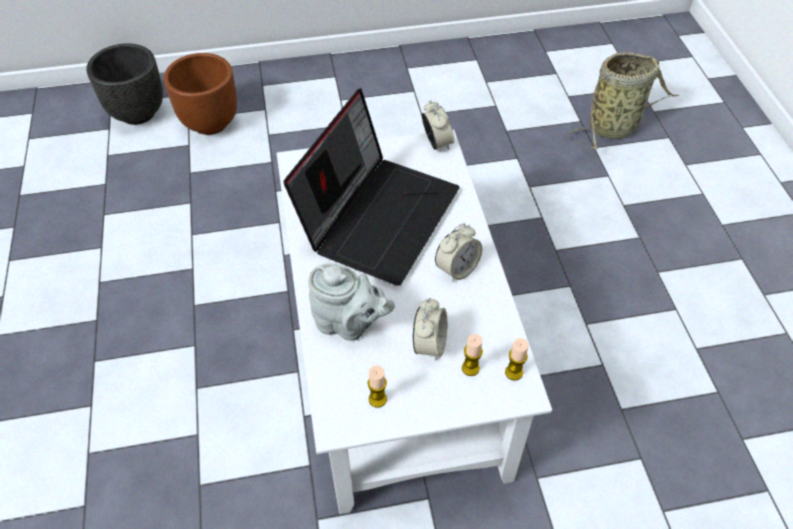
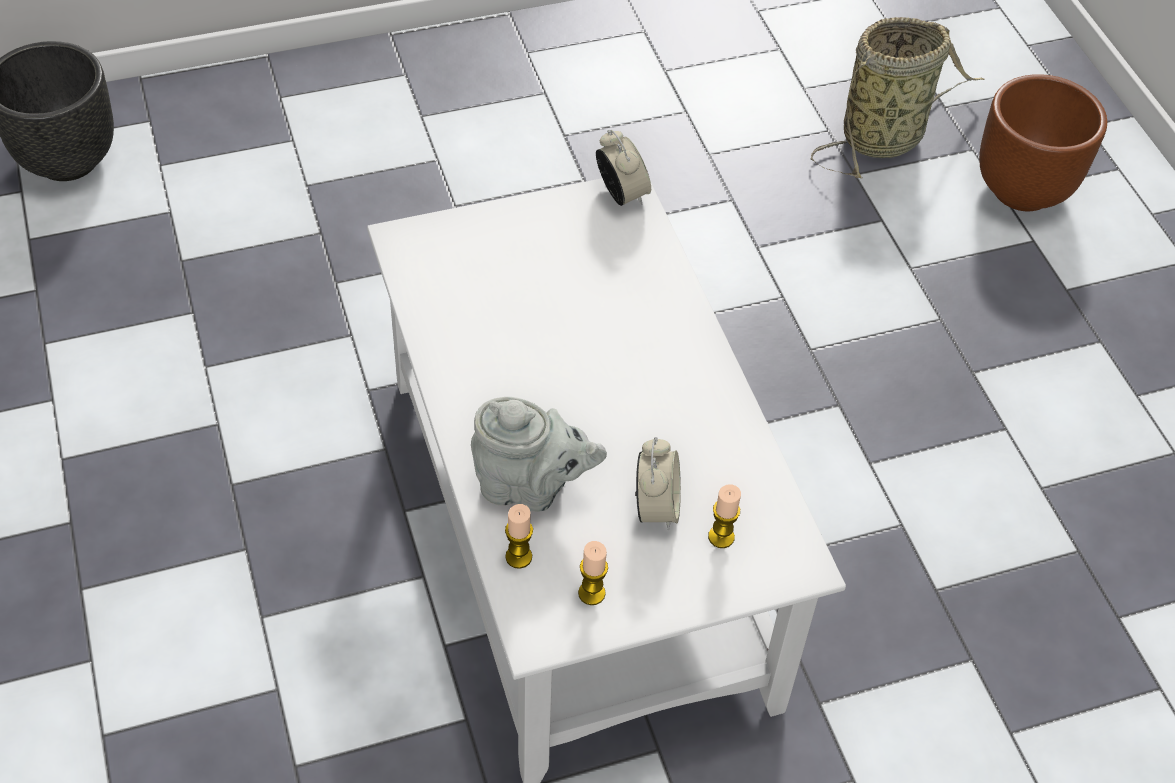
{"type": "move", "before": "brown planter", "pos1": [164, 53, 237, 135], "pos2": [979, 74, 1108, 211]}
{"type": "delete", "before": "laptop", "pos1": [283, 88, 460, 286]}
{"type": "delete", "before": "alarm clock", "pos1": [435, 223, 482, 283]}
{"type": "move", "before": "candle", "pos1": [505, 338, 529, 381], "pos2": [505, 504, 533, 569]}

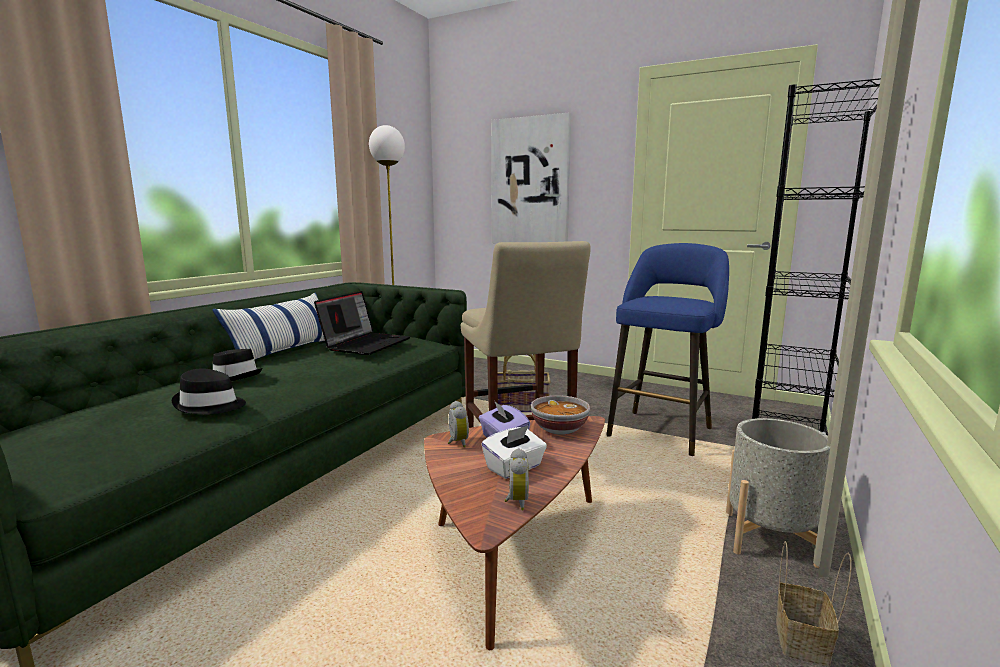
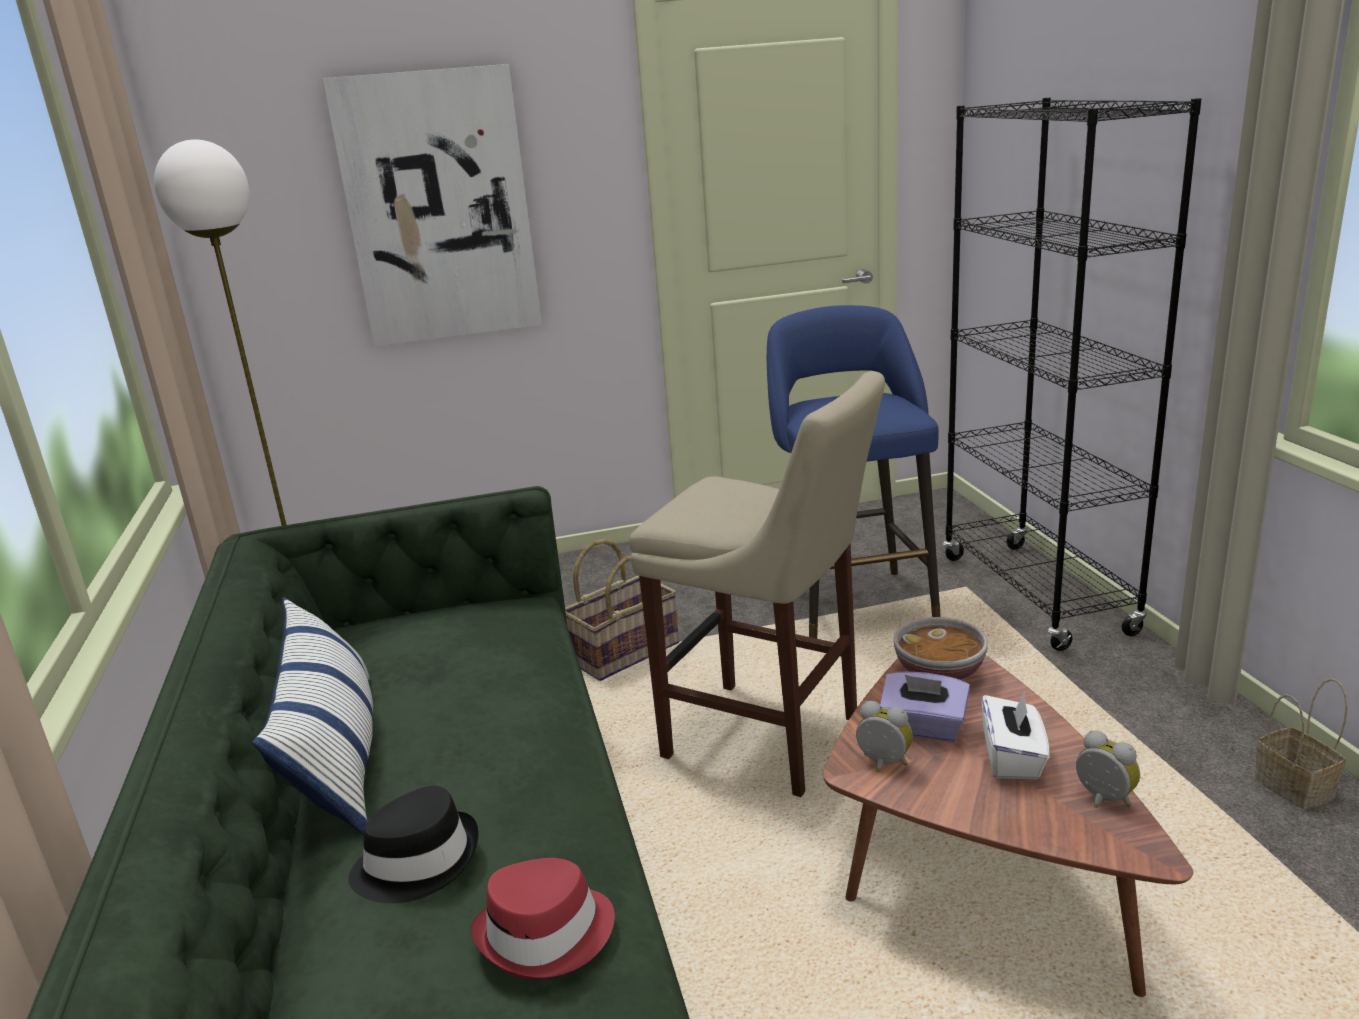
{"type": "recolor", "before": "black hat", "after": "red hat", "pos1": [172, 368, 246, 415], "pos2": [471, 858, 615, 979]}
{"type": "delete", "before": "laptop", "pos1": [314, 291, 410, 355]}
{"type": "delete", "before": "grey planter", "pos1": [726, 418, 830, 568]}

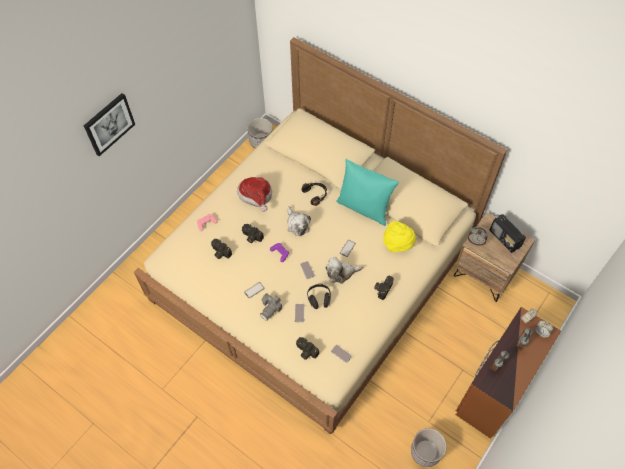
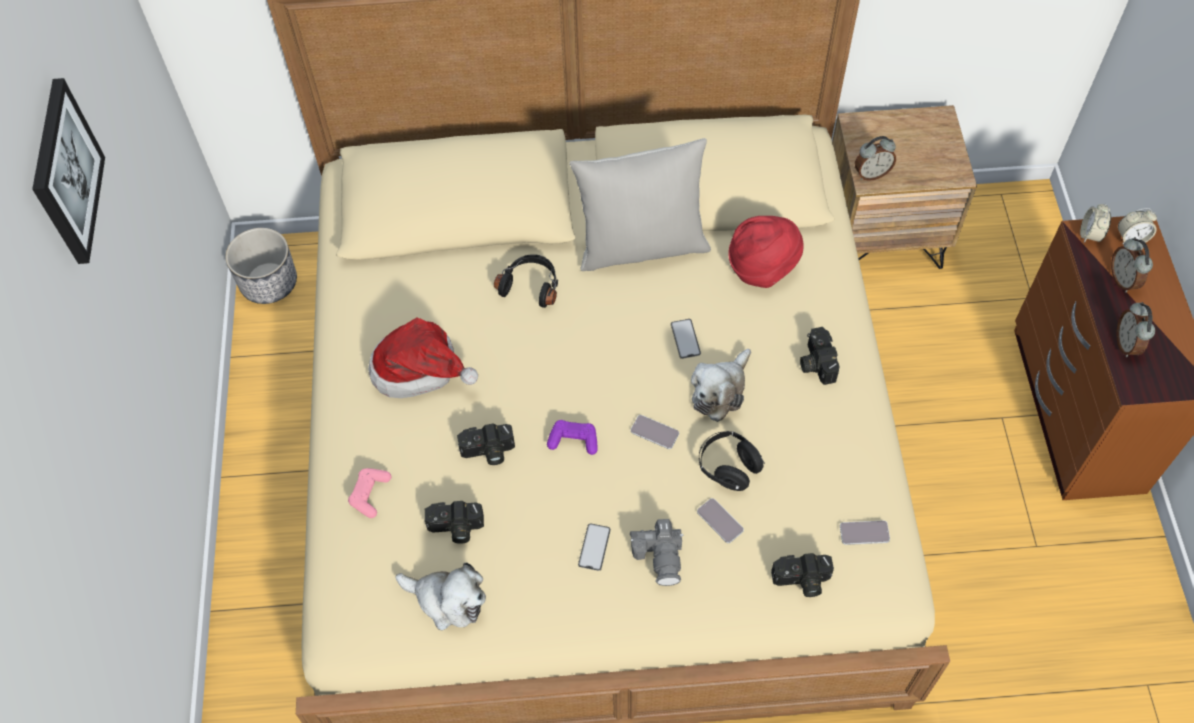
{"type": "move", "before": "picture", "pos1": [84, 93, 135, 156], "pos2": [32, 78, 105, 264]}
{"type": "move", "before": "plush toy", "pos1": [287, 206, 311, 236], "pos2": [395, 563, 486, 630]}
{"type": "recolor", "before": "turquoise pillow", "after": "grey pillow", "pos1": [336, 159, 399, 226], "pos2": [570, 138, 711, 271]}
{"type": "recolor", "before": "yellow hat", "after": "red hat", "pos1": [383, 221, 416, 252], "pos2": [728, 216, 804, 288]}
{"type": "delete", "before": "planter", "pos1": [411, 428, 447, 467]}
{"type": "delete", "before": "radio", "pos1": [490, 214, 526, 253]}

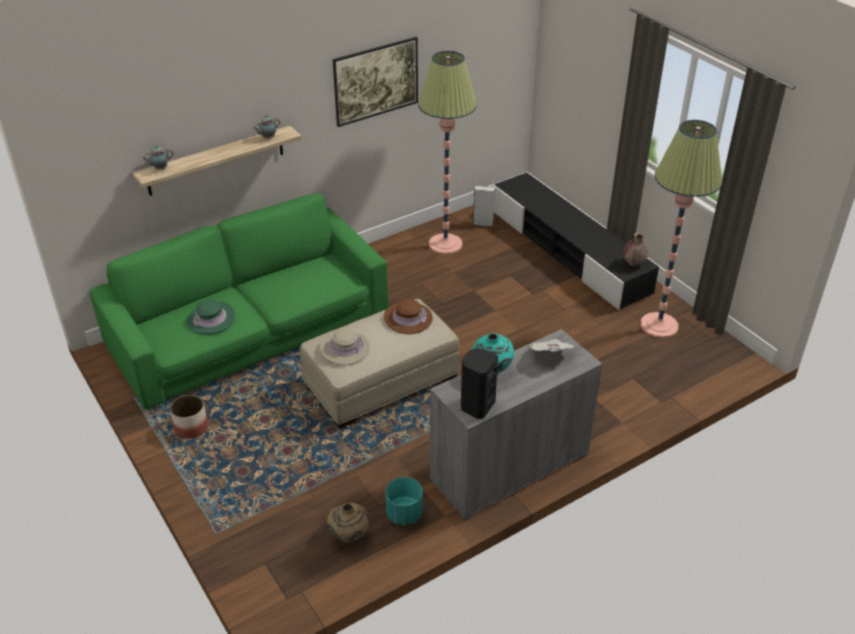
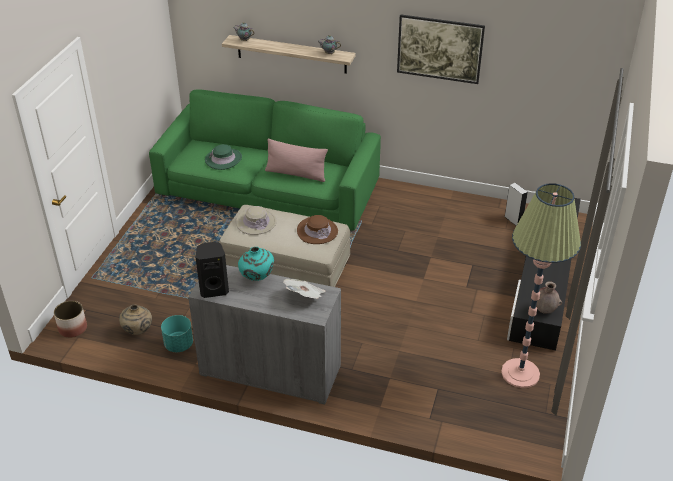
{"type": "move", "before": "planter", "pos1": [170, 395, 208, 438], "pos2": [54, 301, 87, 338]}
{"type": "delete", "before": "floor lamp", "pos1": [418, 51, 477, 254]}
{"type": "insert", "after": "pink pillow", "pos2": [265, 139, 328, 182]}

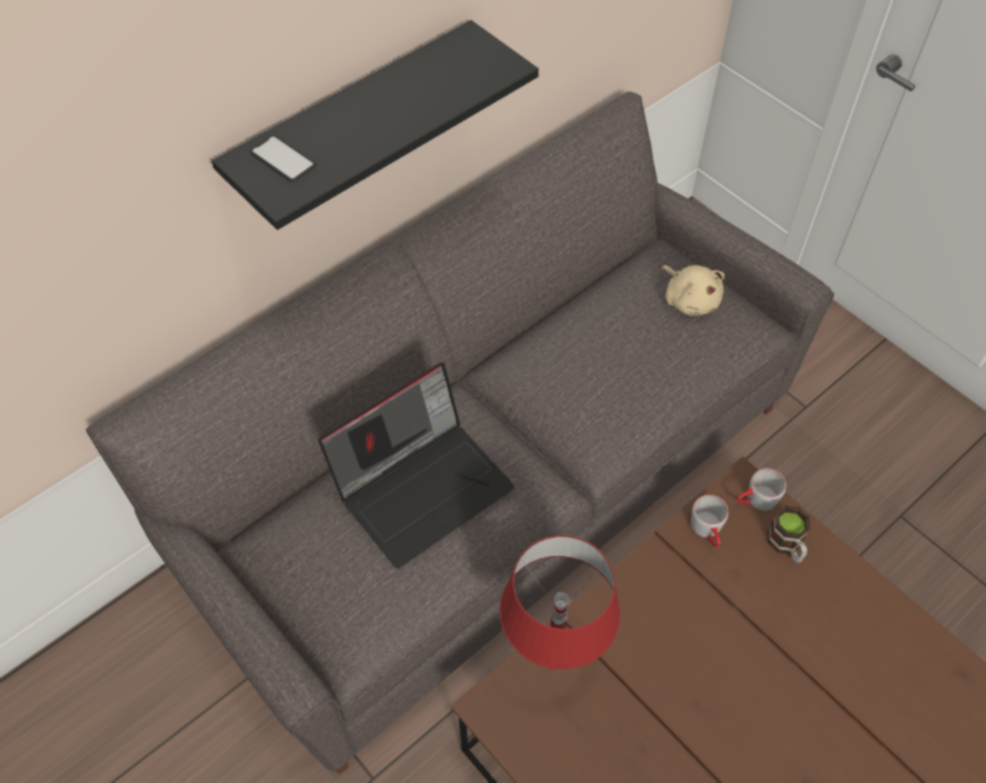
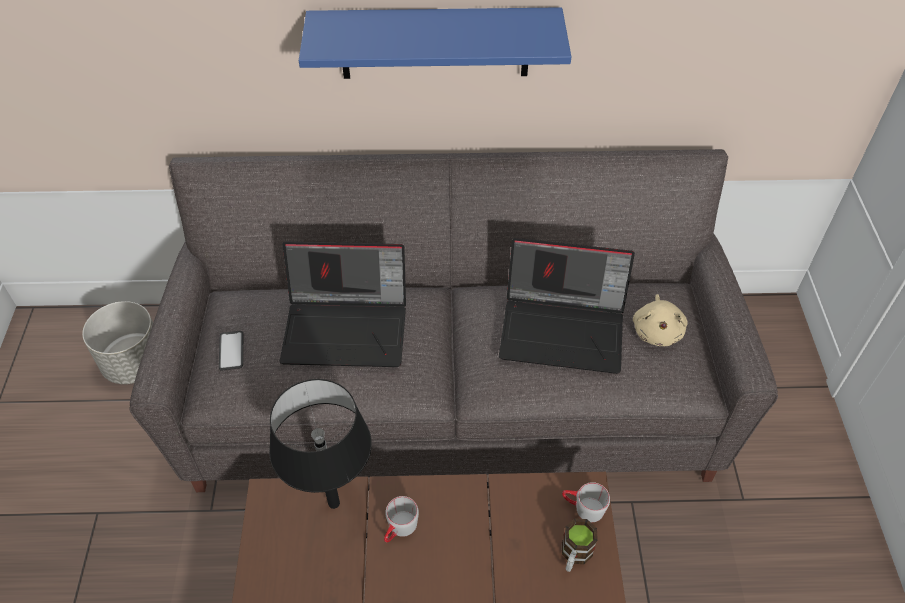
{"type": "recolor", "before": "black shelf", "after": "blue shelf", "pos1": [212, 20, 539, 230], "pos2": [299, 7, 571, 79]}
{"type": "move", "before": "phone", "pos1": [250, 135, 316, 182], "pos2": [219, 331, 243, 371]}
{"type": "recolor", "before": "red table lamp", "after": "black table lamp", "pos1": [500, 535, 621, 670], "pos2": [269, 379, 372, 509]}
{"type": "move", "before": "grey mug", "pos1": [691, 495, 728, 547], "pos2": [384, 496, 419, 542]}
{"type": "insert", "after": "grey planter", "pos2": [82, 301, 153, 384]}
{"type": "insert", "after": "laptop", "pos2": [499, 238, 635, 374]}

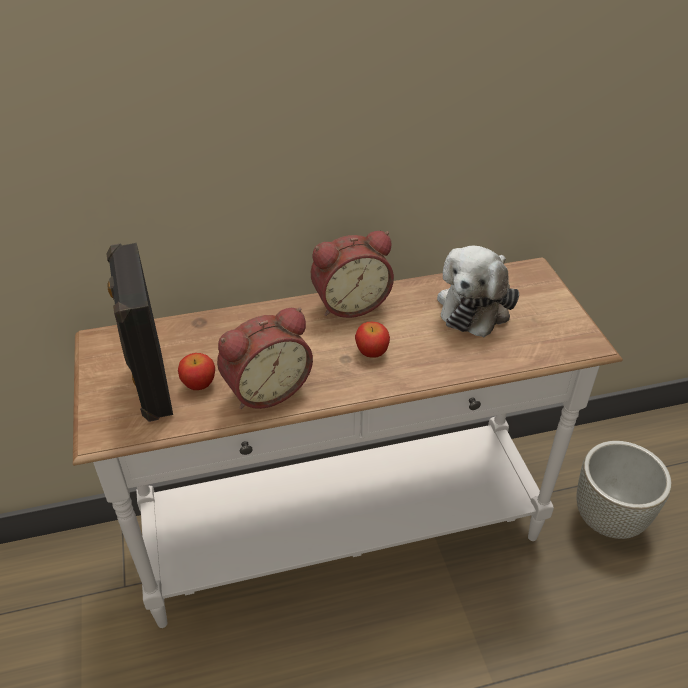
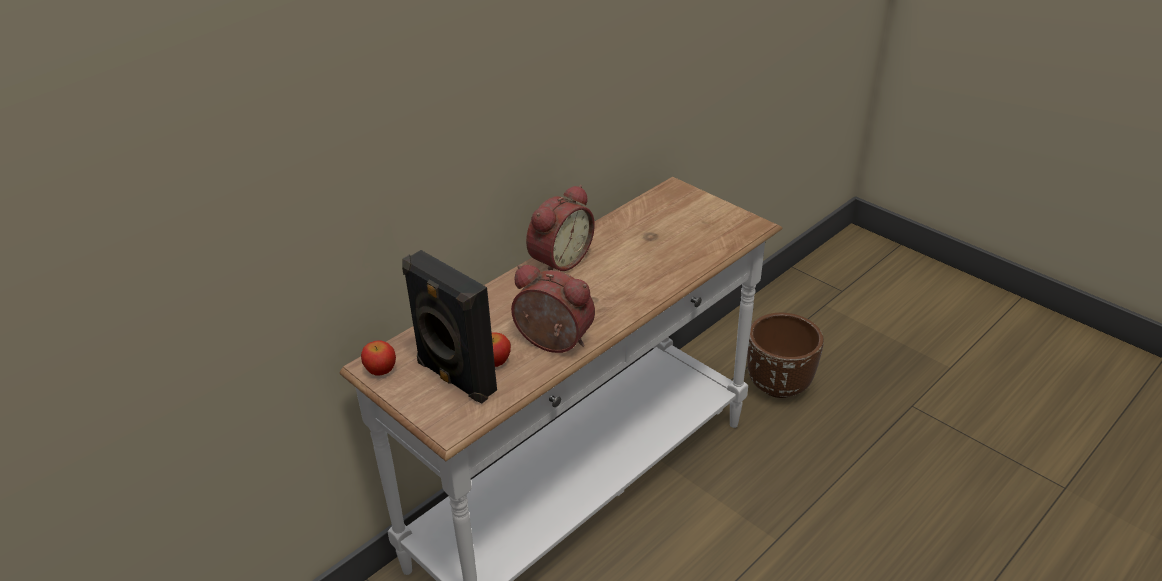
{"type": "rotate", "before": "alarm clock", "pos1": [217, 307, 313, 409], "pos2": [511, 265, 595, 353], "turn": -90}
{"type": "move", "before": "apple", "pos1": [355, 322, 390, 358], "pos2": [361, 340, 396, 376]}
{"type": "delete", "before": "plush toy", "pos1": [437, 245, 519, 338]}
{"type": "recolor", "before": "grey planter", "after": "brown planter", "pos1": [577, 441, 672, 539], "pos2": [747, 313, 824, 398]}

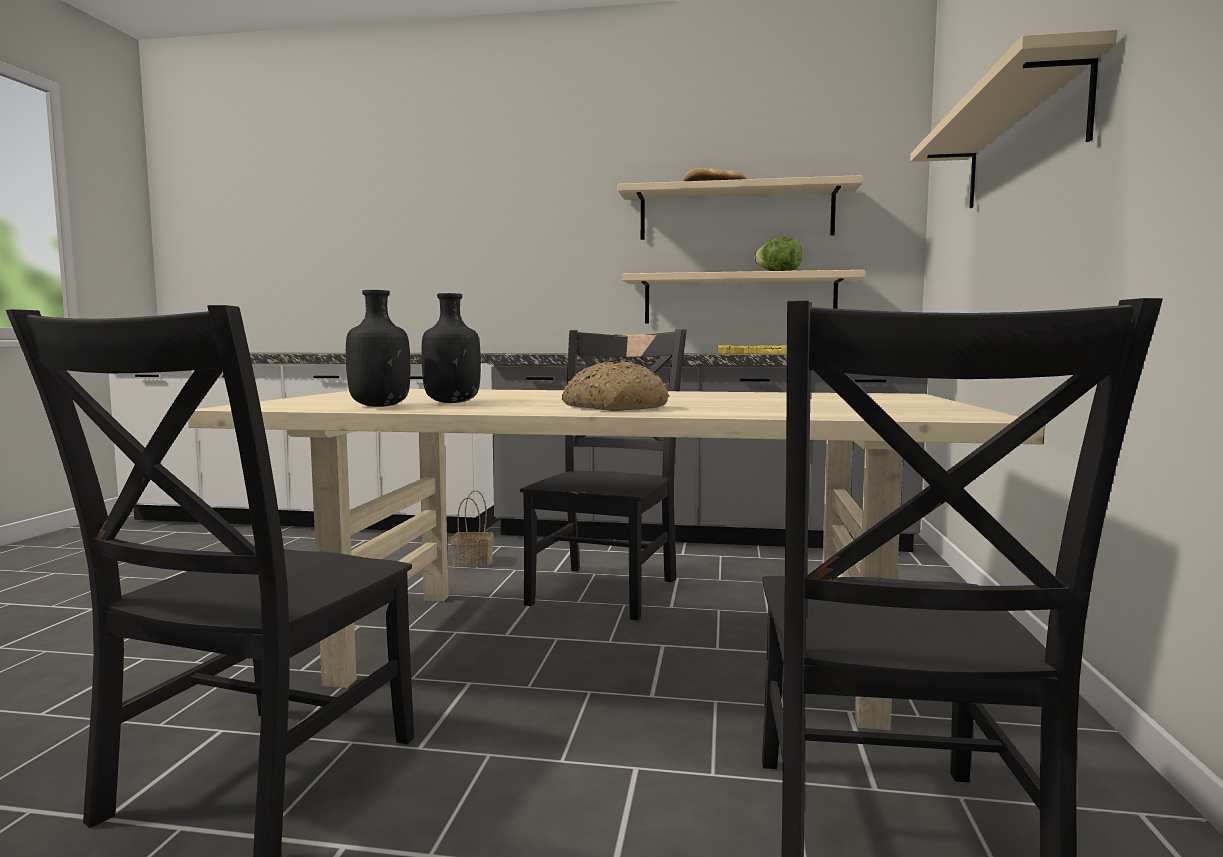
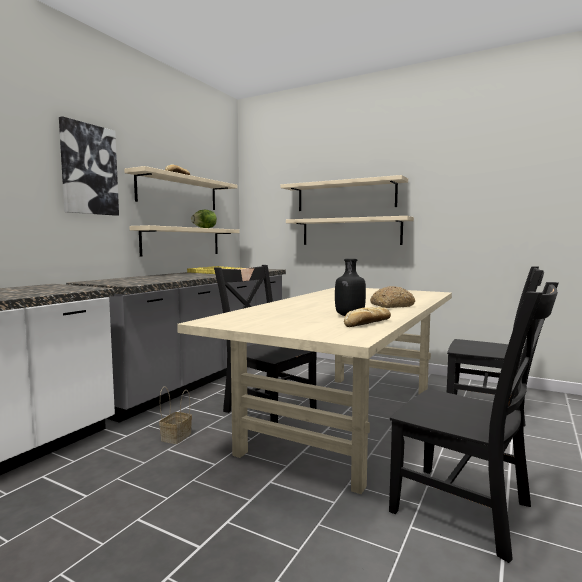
{"type": "replace", "before": "black bottle", "after": "bread", "pos1": [346, 290, 410, 407], "pos2": [344, 307, 391, 327]}
{"type": "insert", "after": "picture", "pos2": [59, 116, 119, 216]}
{"type": "insert", "after": "beige shelf", "pos2": [286, 216, 414, 245]}

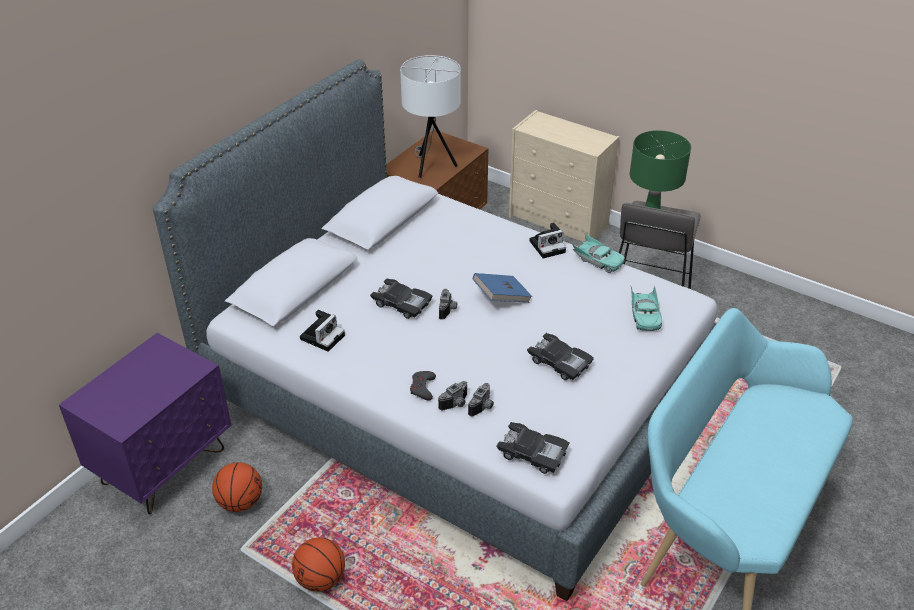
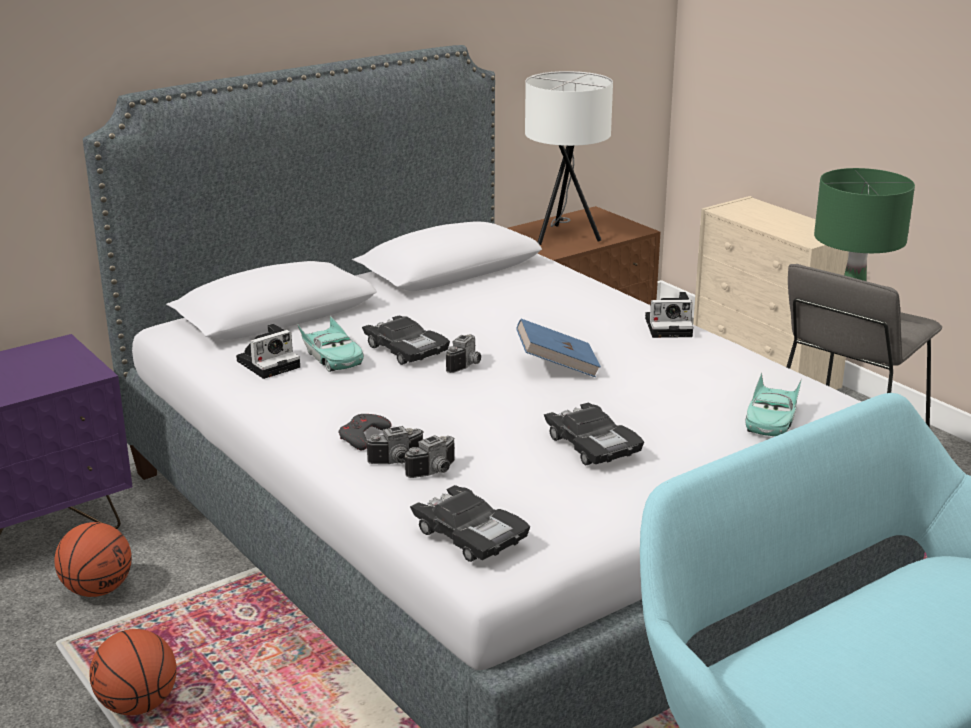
{"type": "move", "before": "turquoise toy car", "pos1": [572, 234, 625, 273], "pos2": [297, 316, 364, 372]}

